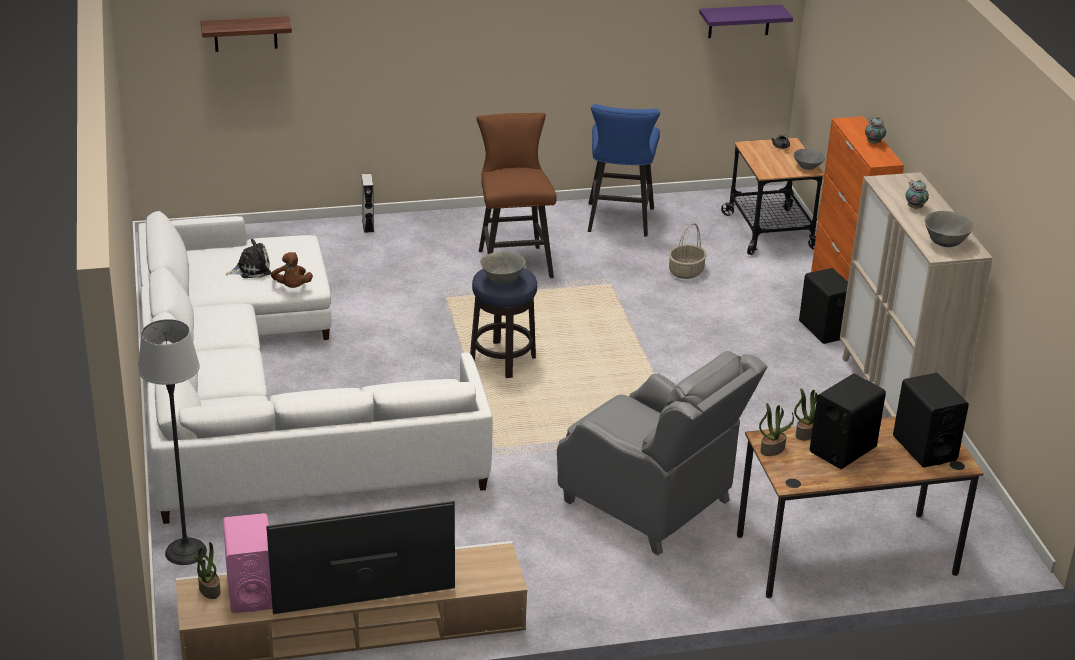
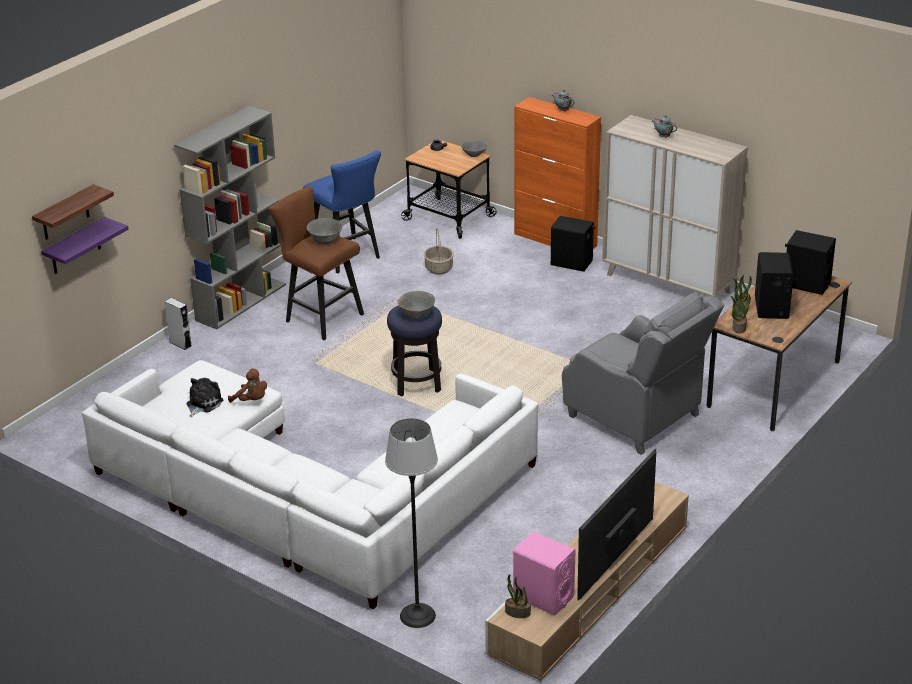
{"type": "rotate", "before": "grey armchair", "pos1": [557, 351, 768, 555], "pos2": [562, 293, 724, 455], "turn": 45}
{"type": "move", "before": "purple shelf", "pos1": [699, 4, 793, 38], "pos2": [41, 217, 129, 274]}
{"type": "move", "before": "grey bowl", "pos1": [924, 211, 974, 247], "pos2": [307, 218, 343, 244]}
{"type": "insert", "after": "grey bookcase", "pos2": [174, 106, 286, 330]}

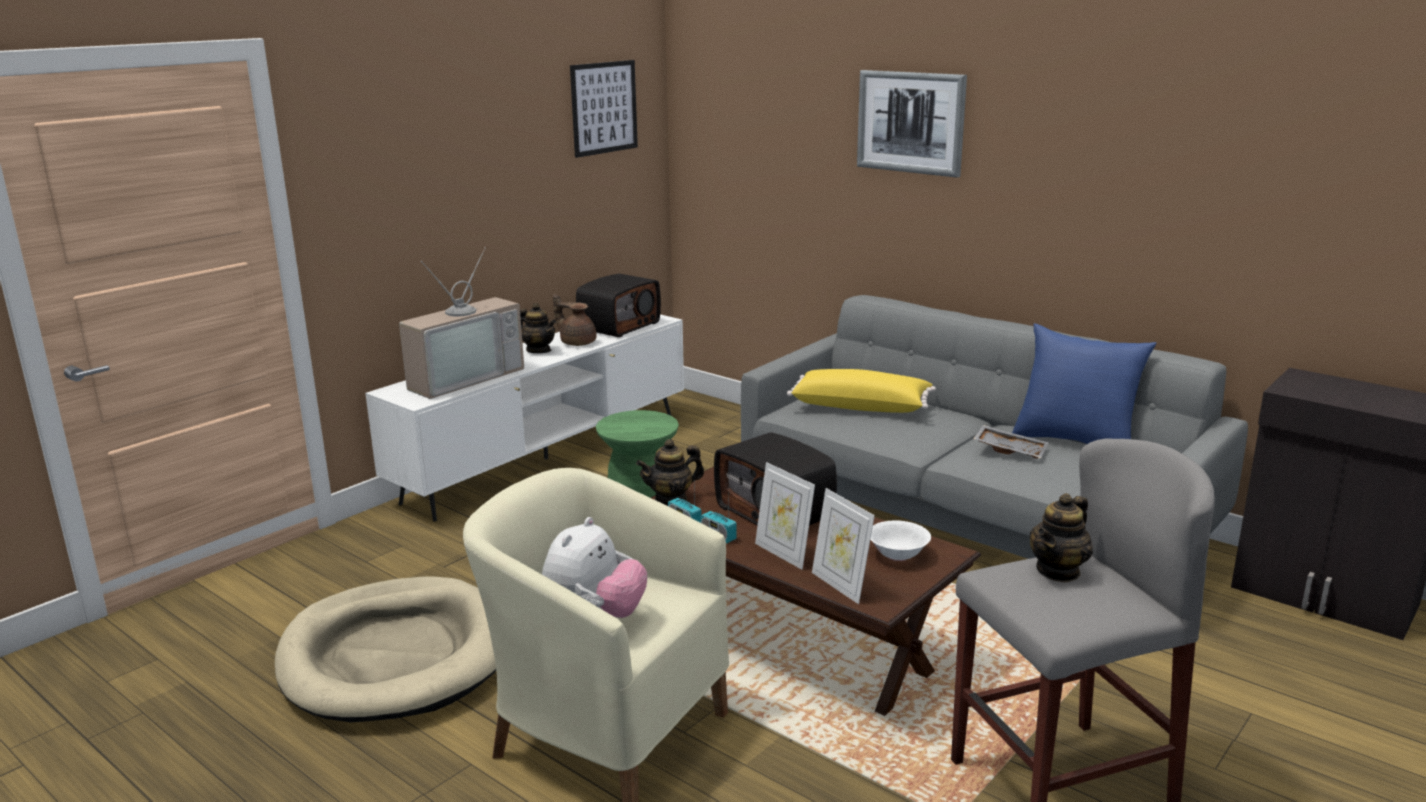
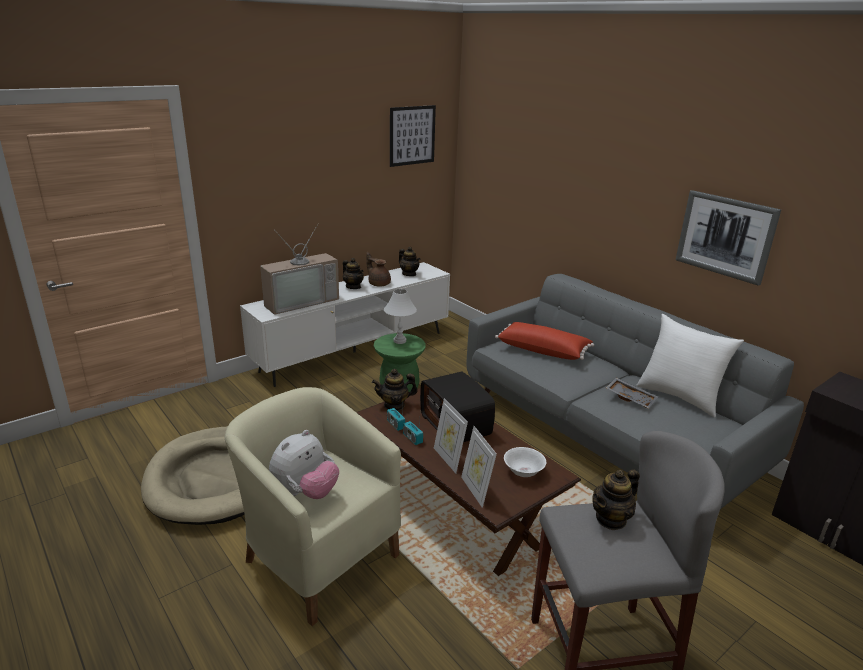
{"type": "replace", "before": "radio", "after": "teapot", "pos1": [576, 274, 661, 337], "pos2": [399, 247, 420, 276]}
{"type": "recolor", "before": "yellow pillow", "after": "red pillow", "pos1": [787, 369, 936, 413], "pos2": [495, 322, 594, 360]}
{"type": "move", "before": "picture", "pos1": [857, 70, 967, 178], "pos2": [676, 190, 781, 286]}
{"type": "recolor", "before": "blue pillow", "after": "white pillow", "pos1": [1012, 324, 1157, 444], "pos2": [636, 314, 744, 418]}
{"type": "insert", "after": "white table lamp", "pos2": [384, 289, 417, 344]}

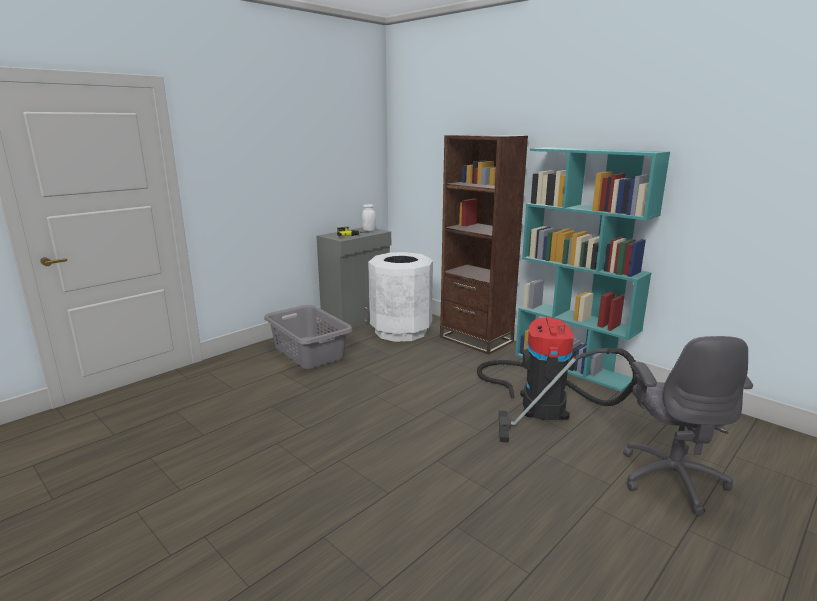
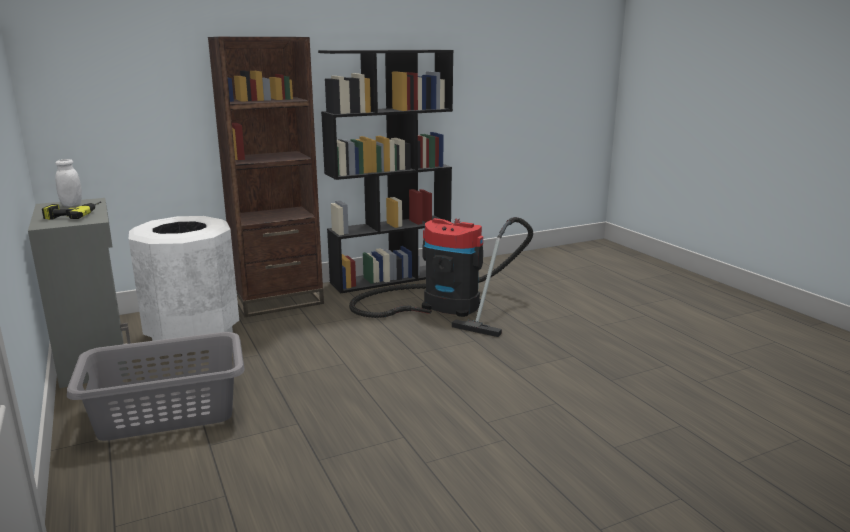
{"type": "recolor", "before": "turquoise bookcase", "after": "black bookcase", "pos1": [515, 147, 670, 392], "pos2": [318, 50, 454, 293]}
{"type": "delete", "before": "grey office chair", "pos1": [623, 336, 753, 516]}

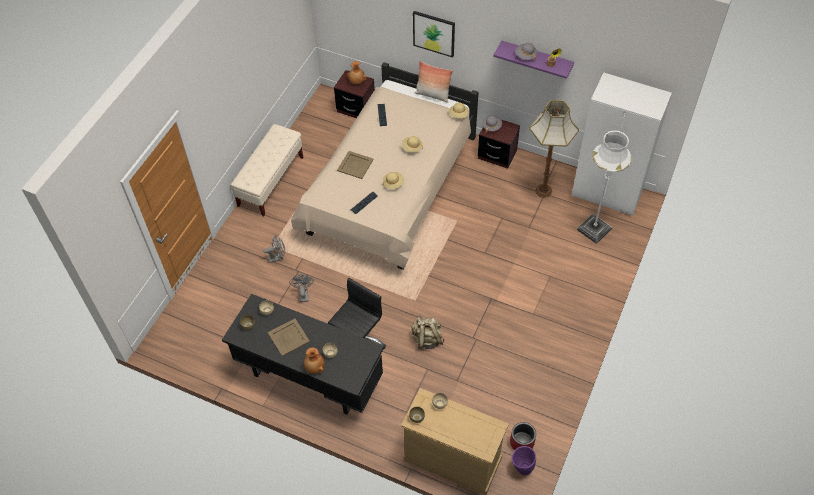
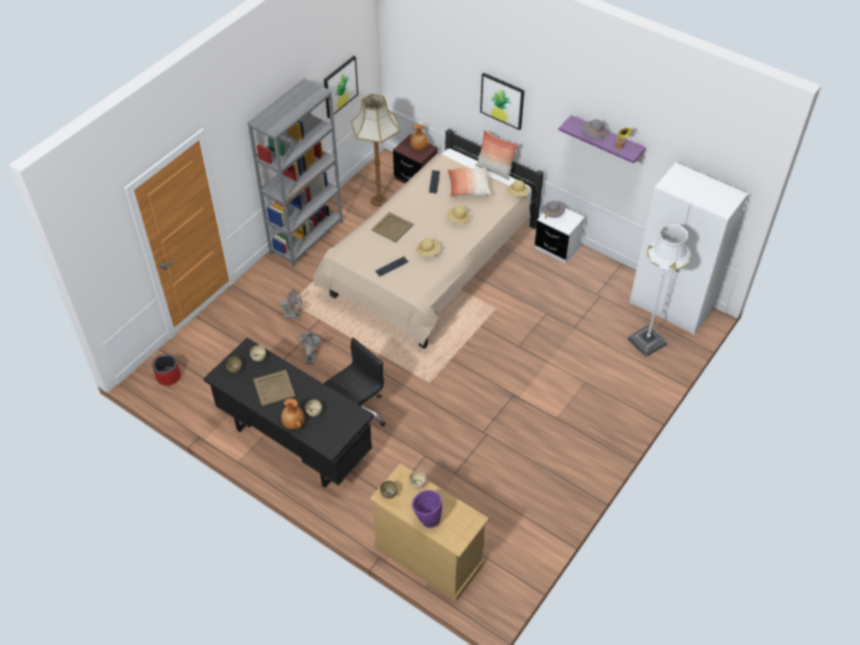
{"type": "replace", "before": "beige bench", "after": "grey bookcase", "pos1": [231, 124, 303, 216], "pos2": [247, 78, 343, 267]}
{"type": "delete", "before": "beige backpack", "pos1": [411, 317, 445, 350]}
{"type": "recolor", "before": "brown nightstand", "after": "white nightstand", "pos1": [478, 120, 520, 169], "pos2": [535, 208, 585, 264]}
{"type": "move", "before": "red planter", "pos1": [510, 422, 536, 450], "pos2": [152, 354, 181, 386]}
{"type": "move", "before": "purple vase", "pos1": [512, 446, 536, 476], "pos2": [412, 490, 442, 528]}
{"type": "move", "before": "floor lamp", "pos1": [529, 100, 579, 198], "pos2": [351, 94, 400, 207]}
{"type": "insert", "after": "picture", "pos2": [324, 56, 358, 118]}
{"type": "insert", "after": "pillow", "pos2": [448, 168, 491, 197]}

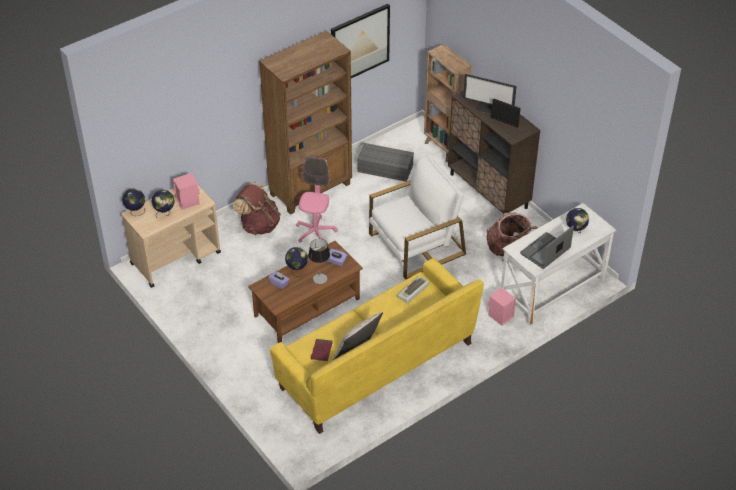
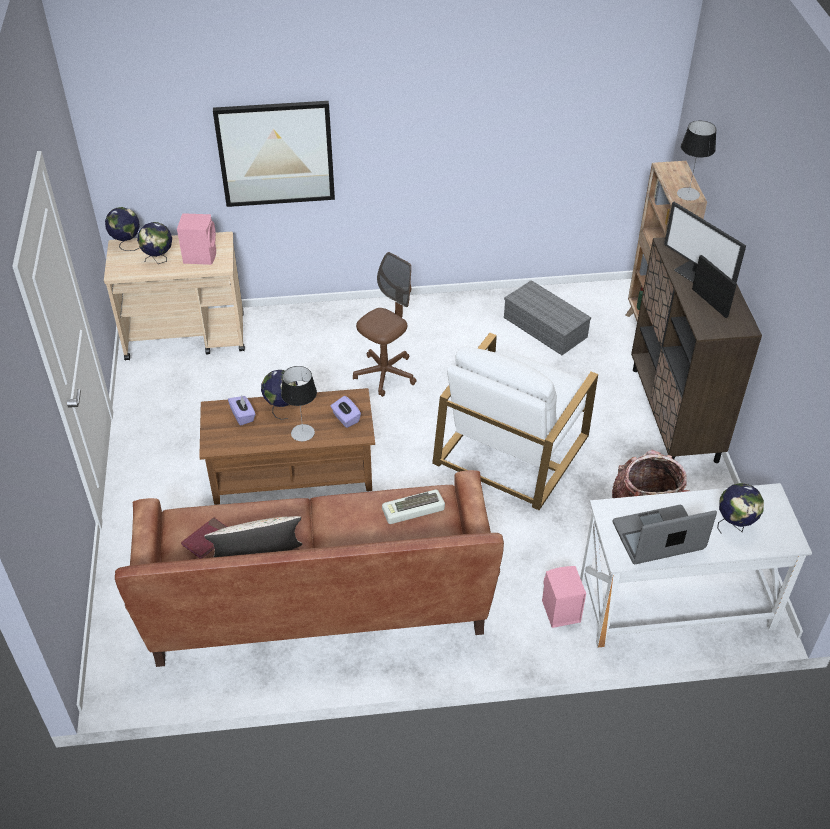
{"type": "delete", "before": "brown backpack", "pos1": [233, 183, 281, 235]}
{"type": "delete", "before": "brown bookcase", "pos1": [259, 31, 352, 215]}
{"type": "recolor", "before": "yellow sofa", "after": "brown sofa", "pos1": [270, 258, 484, 434], "pos2": [115, 470, 504, 667]}
{"type": "recolor", "before": "pink office chair", "after": "brown office chair", "pos1": [296, 157, 338, 243], "pos2": [353, 252, 417, 397]}
{"type": "move", "before": "picture", "pos1": [331, 4, 390, 78], "pos2": [213, 101, 335, 207]}
{"type": "rotate", "before": "white armchair", "pos1": [369, 156, 466, 280], "pos2": [432, 333, 598, 510], "turn": 120}
{"type": "insert", "after": "table lamp", "pos2": [677, 121, 716, 201]}

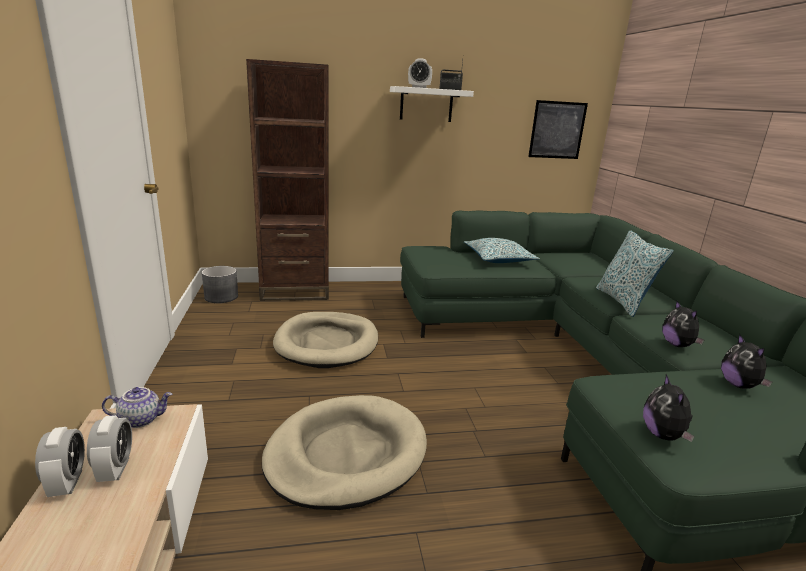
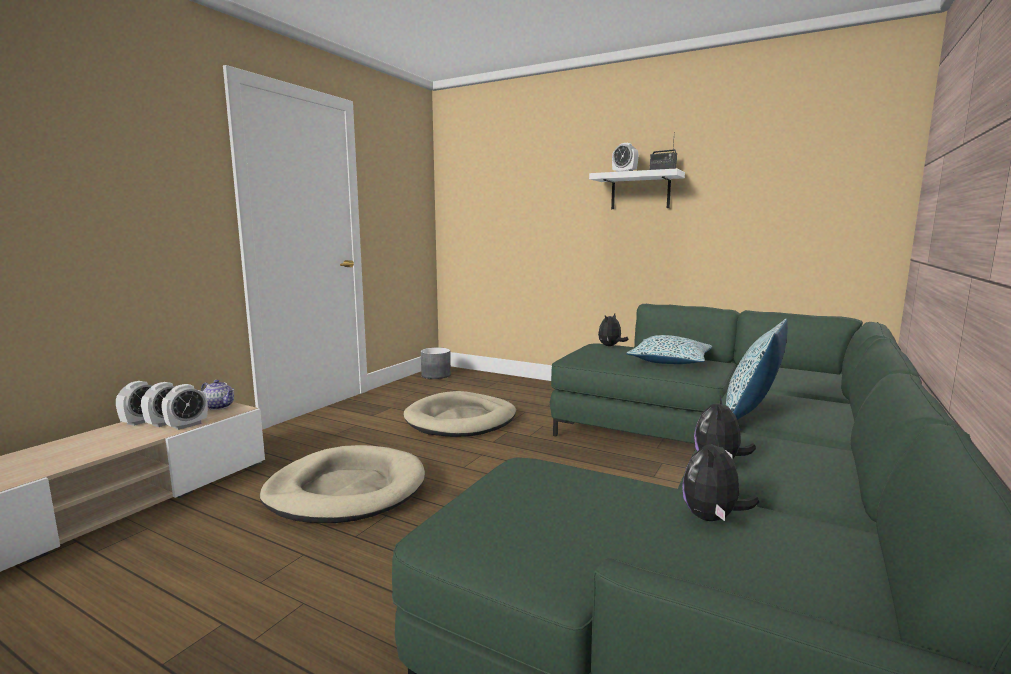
{"type": "delete", "before": "brown bookcase", "pos1": [246, 59, 329, 301]}
{"type": "delete", "before": "picture", "pos1": [528, 100, 588, 159]}
{"type": "move", "before": "plush toy", "pos1": [643, 374, 695, 442], "pos2": [598, 313, 629, 346]}
{"type": "insert", "after": "alarm clock", "pos2": [162, 384, 208, 430]}

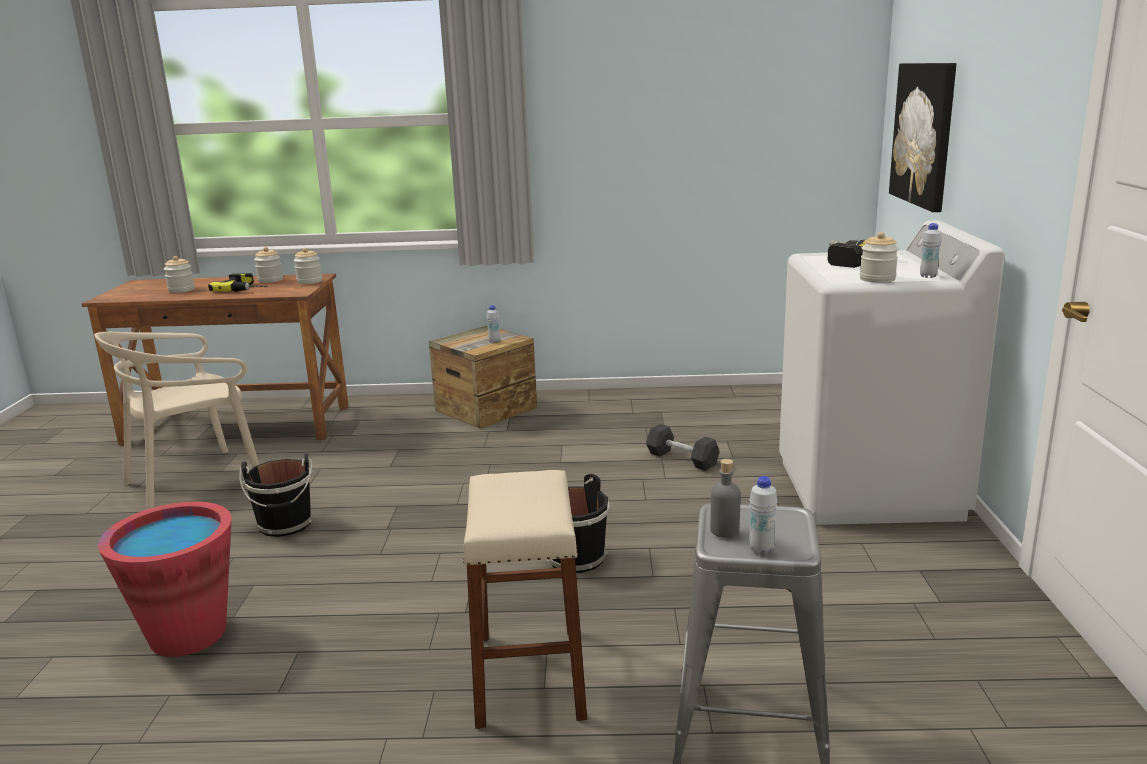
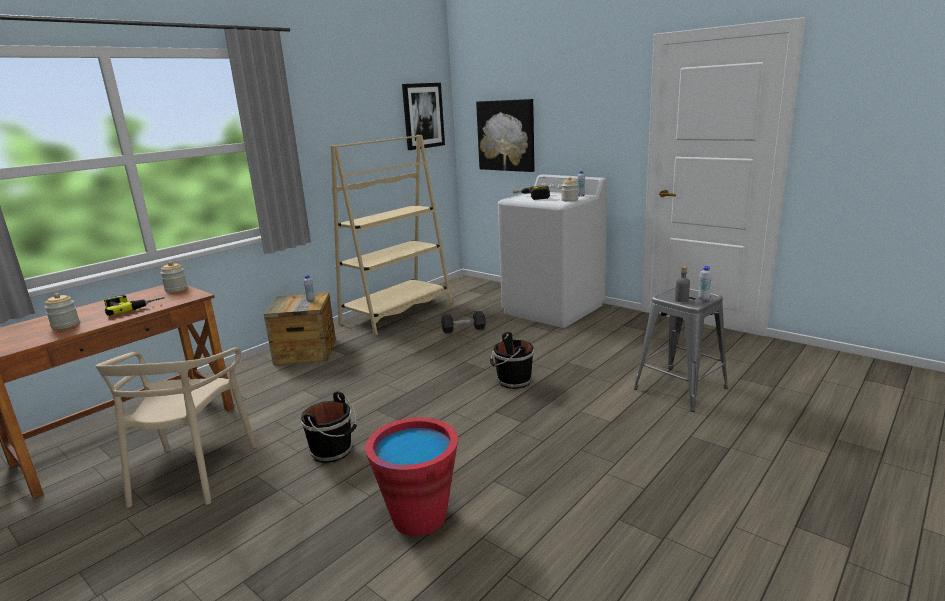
{"type": "delete", "before": "jar", "pos1": [254, 247, 283, 283]}
{"type": "delete", "before": "beige stool", "pos1": [463, 470, 587, 729]}
{"type": "insert", "after": "beige bookcase", "pos2": [331, 135, 452, 335]}
{"type": "insert", "after": "picture", "pos2": [402, 83, 445, 150]}

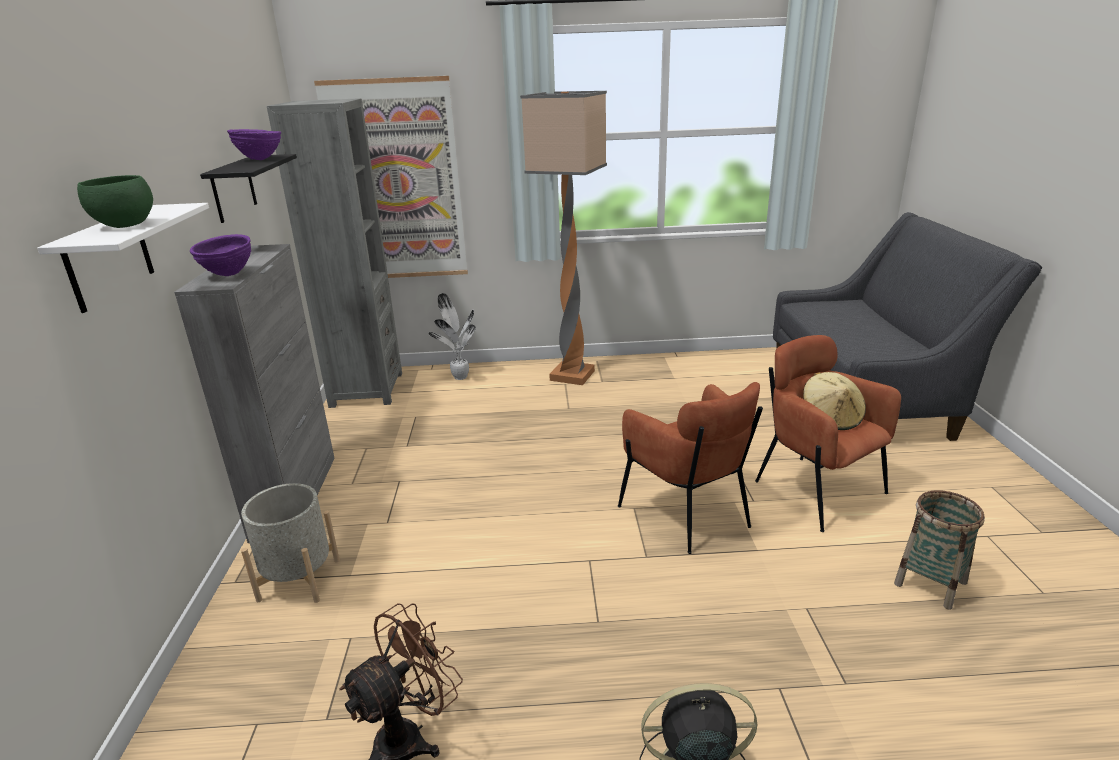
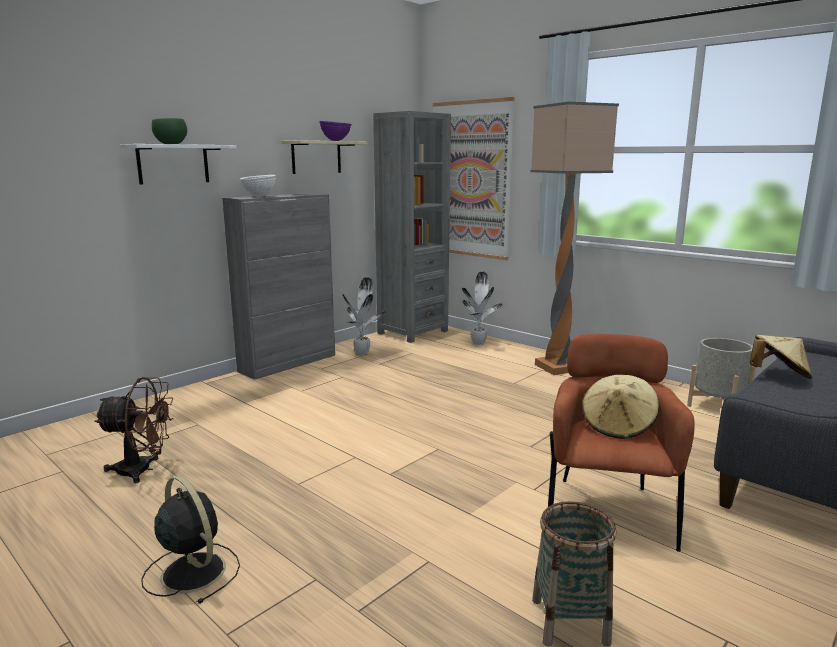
{"type": "recolor", "before": "purple bowl", "after": "white bowl", "pos1": [190, 234, 251, 276], "pos2": [240, 175, 276, 197]}
{"type": "recolor", "before": "black shelf", "after": "beige shelf", "pos1": [200, 154, 297, 223], "pos2": [281, 140, 367, 174]}
{"type": "move", "before": "grey planter", "pos1": [241, 483, 340, 603], "pos2": [687, 338, 755, 407]}
{"type": "delete", "before": "brown armchair", "pos1": [618, 382, 763, 554]}
{"type": "insert", "after": "potted plant", "pos2": [342, 277, 386, 355]}
{"type": "insert", "after": "beige hat", "pos2": [750, 335, 813, 379]}

